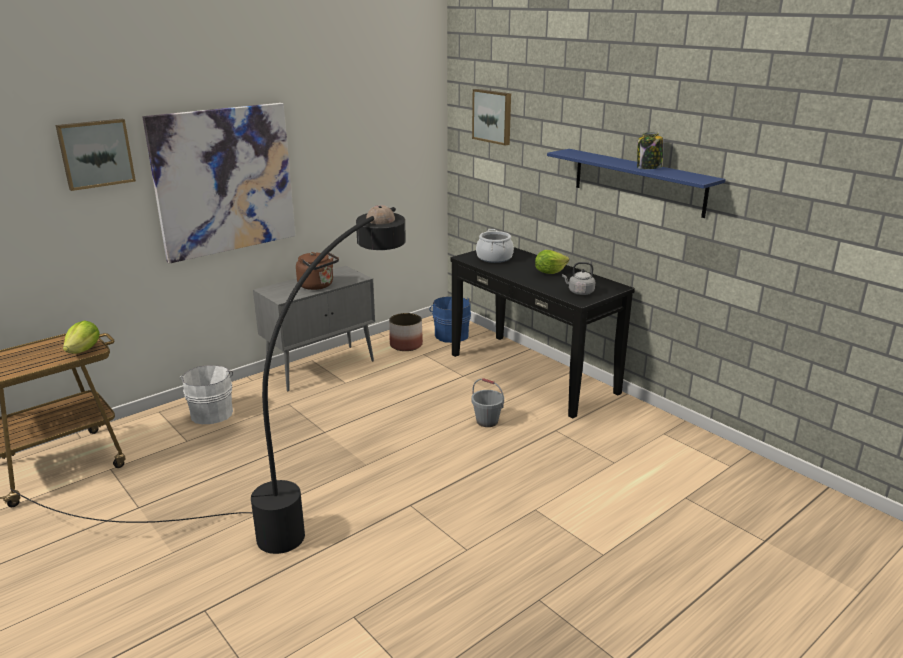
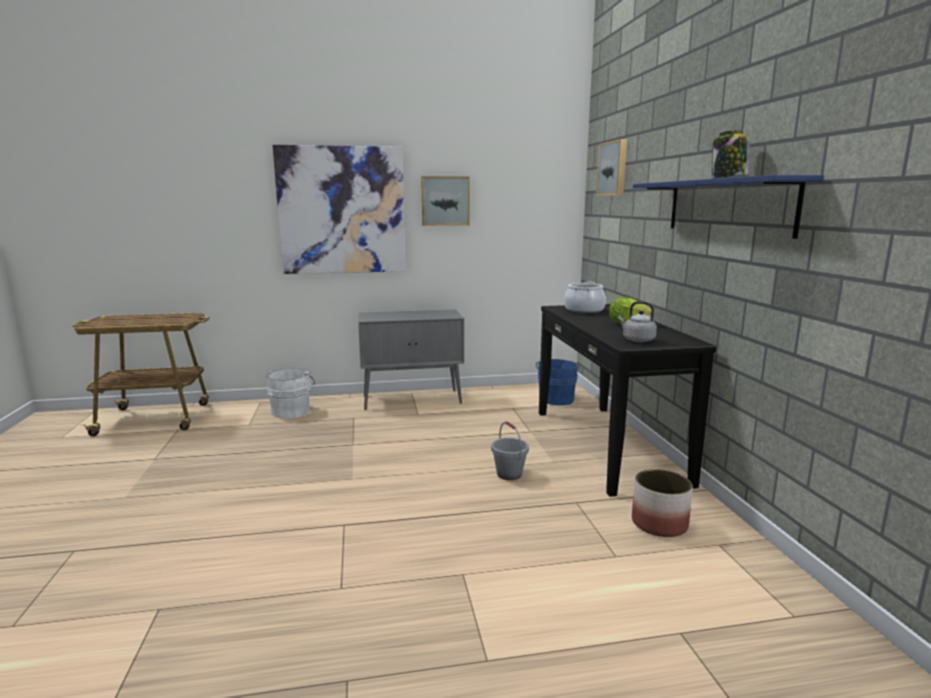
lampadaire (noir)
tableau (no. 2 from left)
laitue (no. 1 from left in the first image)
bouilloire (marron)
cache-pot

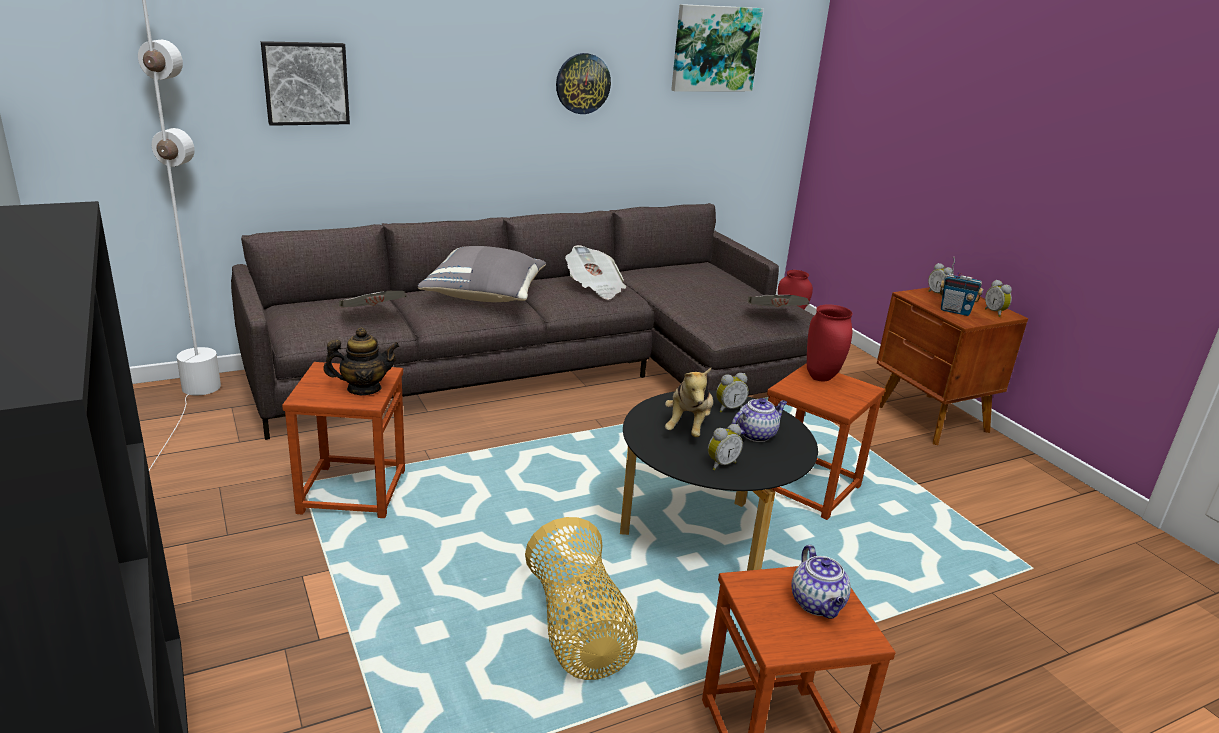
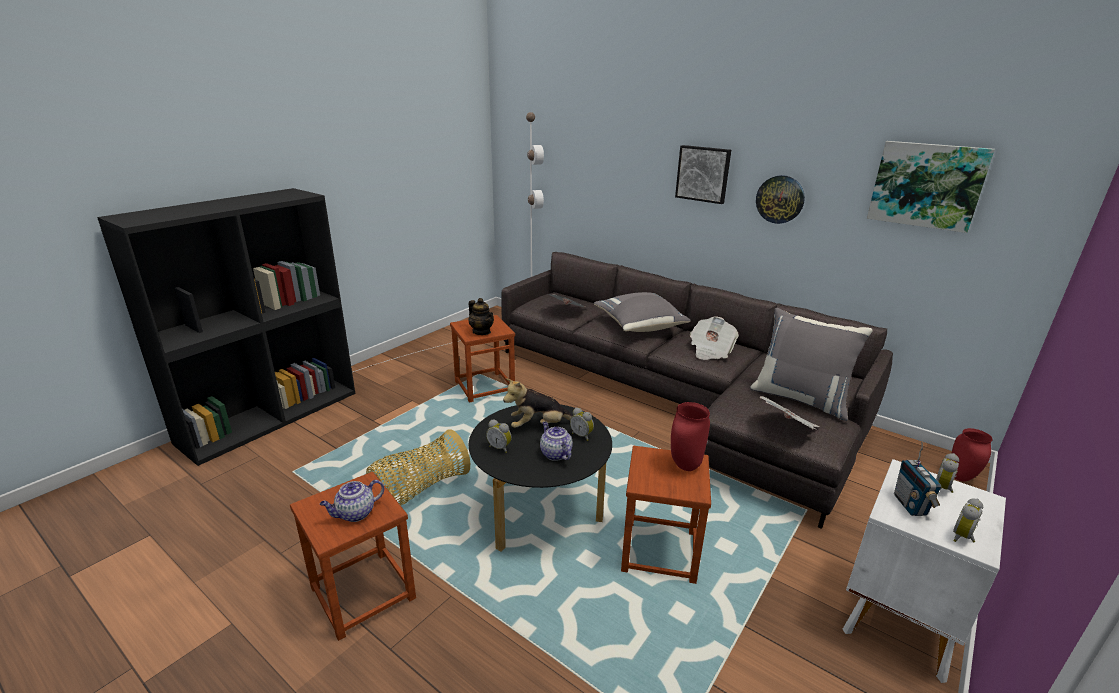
tableau (no. 1 from left)
théière (no. 3 from left)
table de chevet (blanc)
coussin (gris) (no. 2 from left)

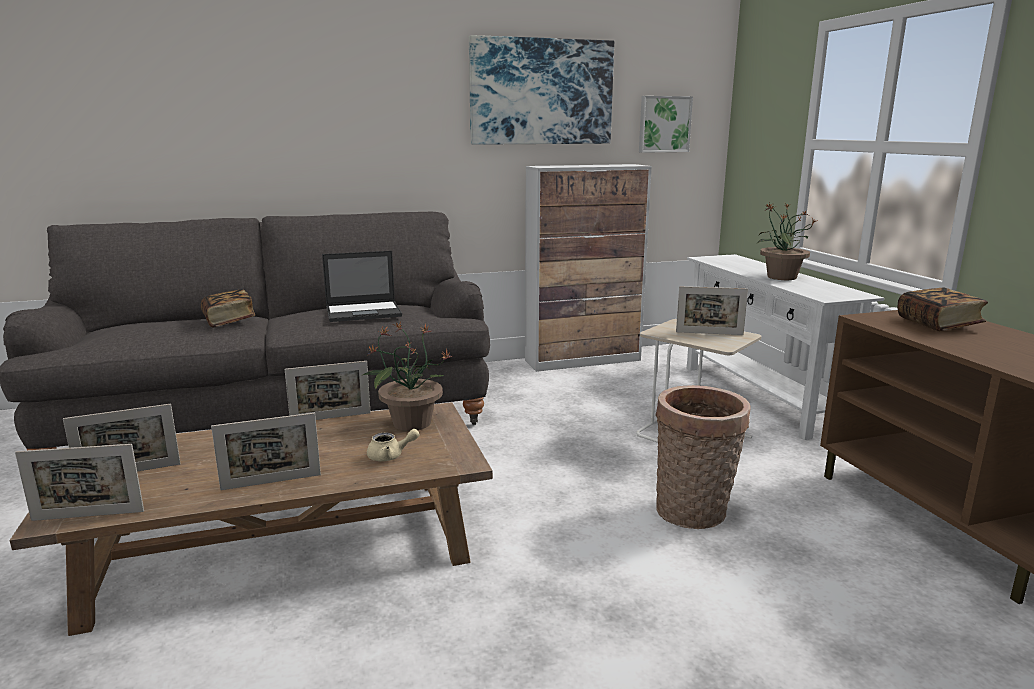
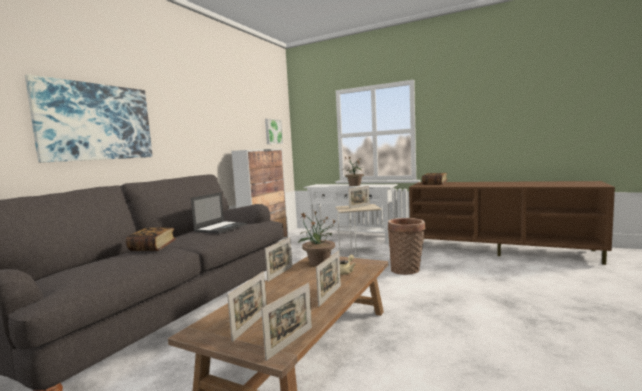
tableau (no. 1 from left)

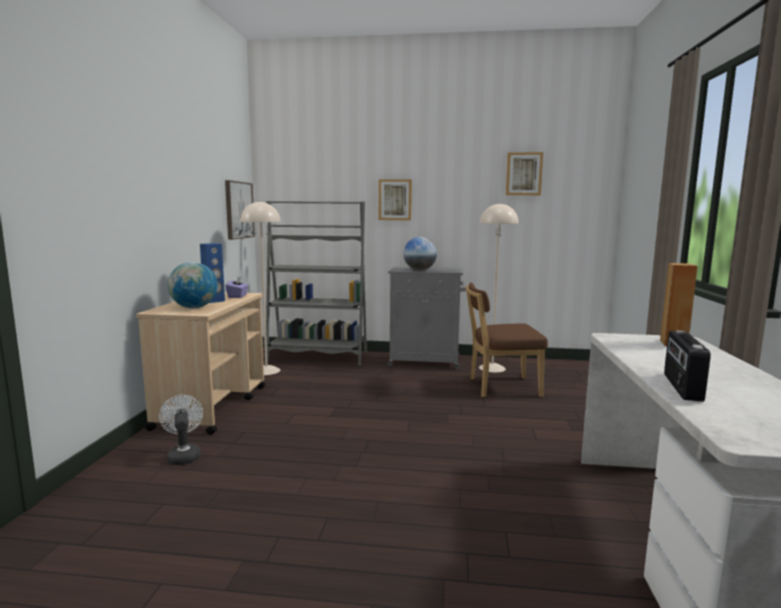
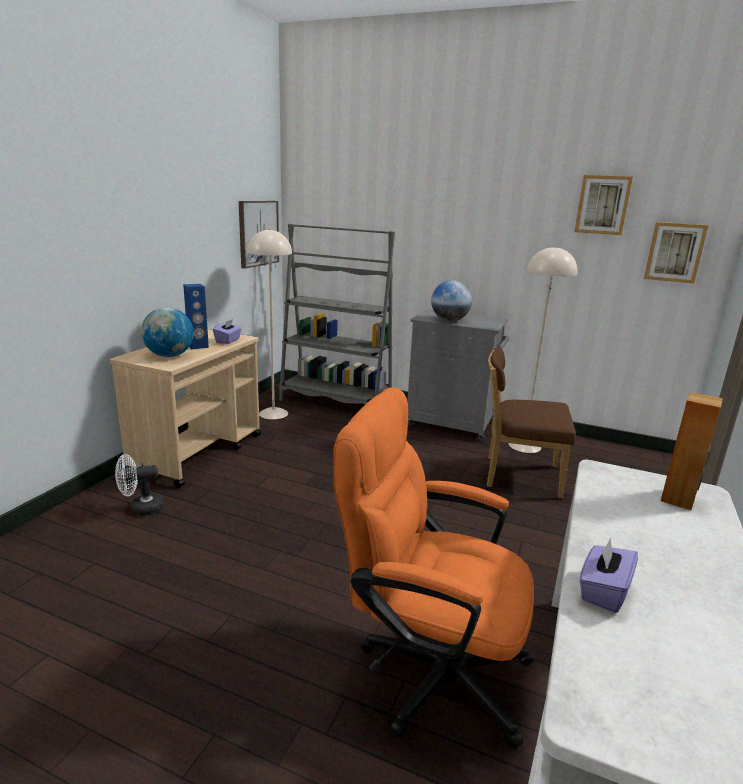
ventilateur (blanc)
tableau (no. 3 from left)
boîte à mouchoirs (violet) (no. 2 from left)
chaise de bureau (orange)

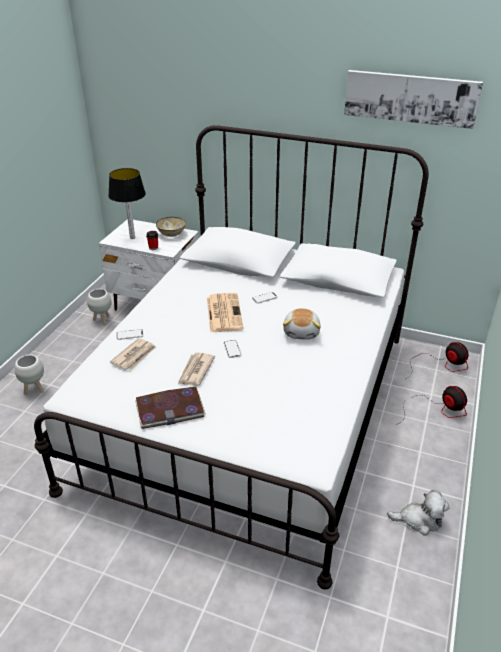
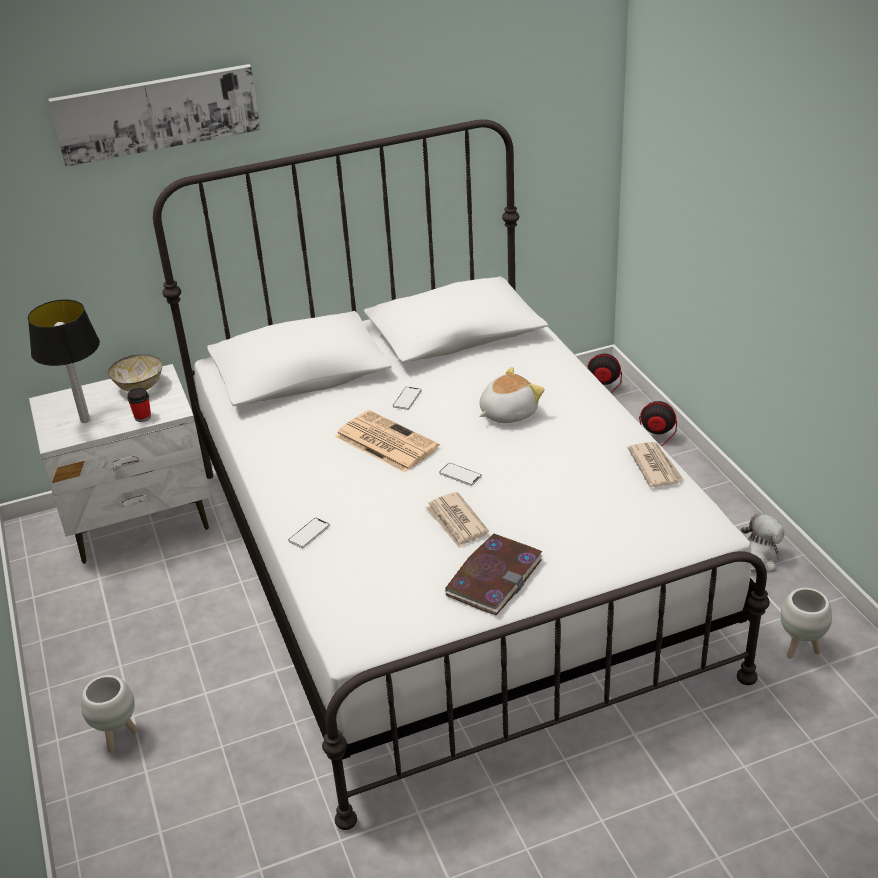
cache-pot (blanc) (no. 2 from left)
journal (no. 3 from left)
peluche (no. 1 from left)
tableau

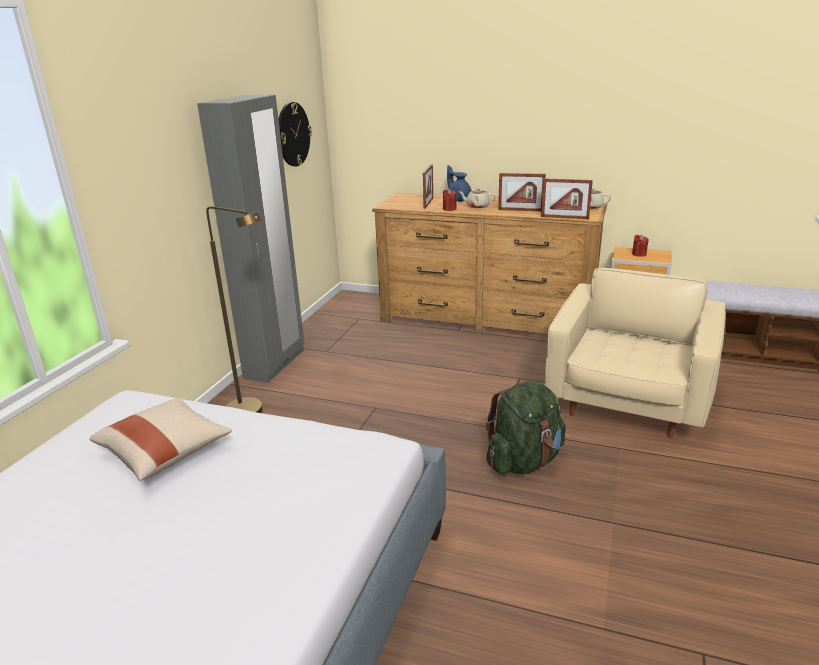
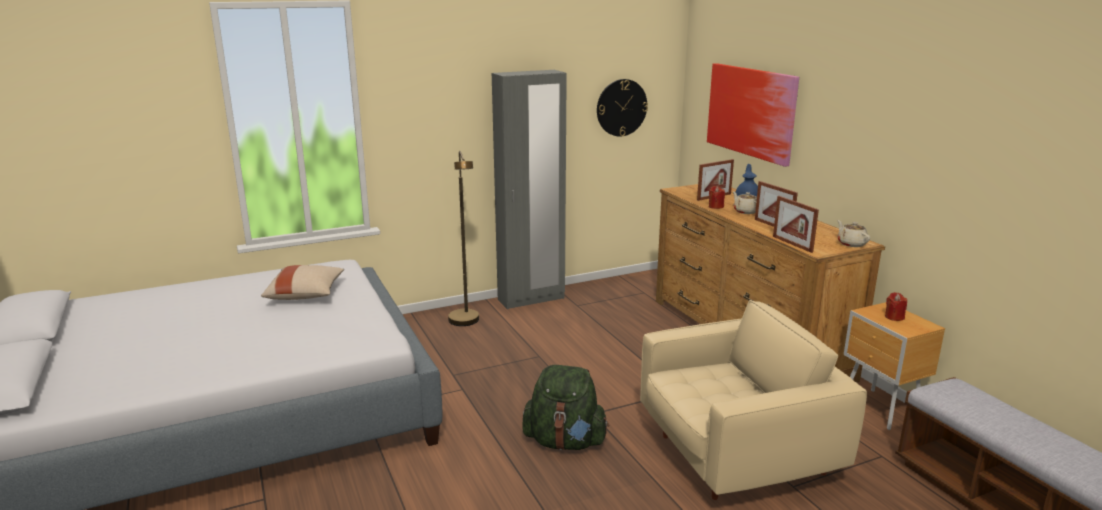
tableau

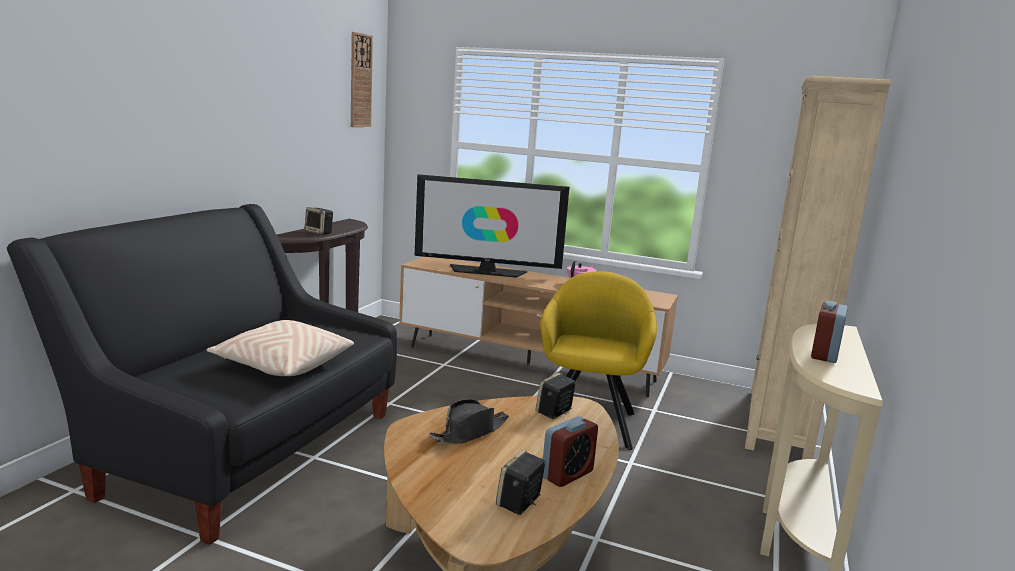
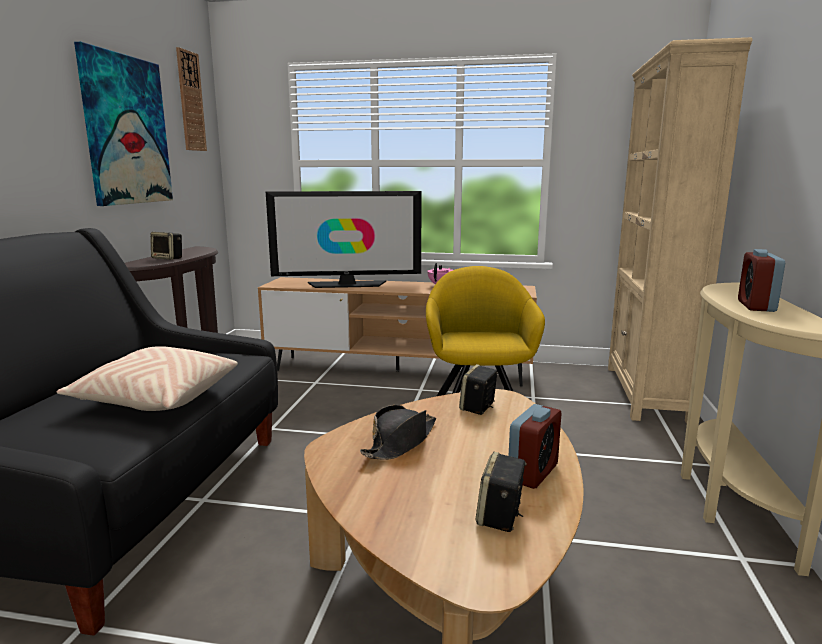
tableau

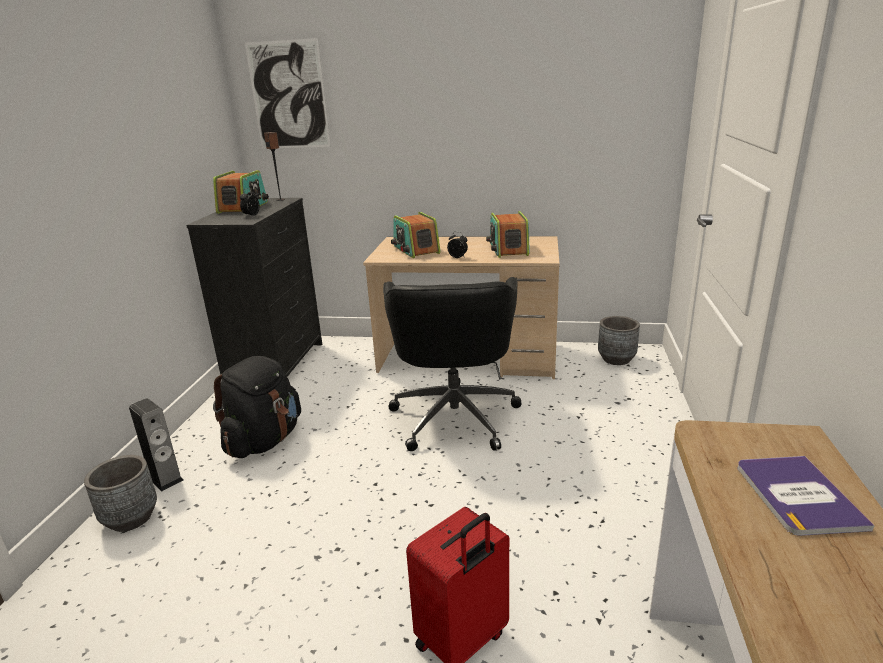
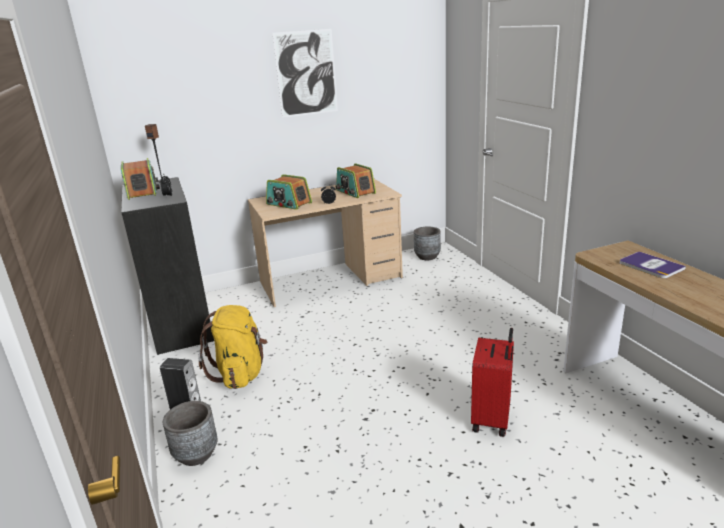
sac à dos (jaune)
tableau
chaise de bureau (noir)

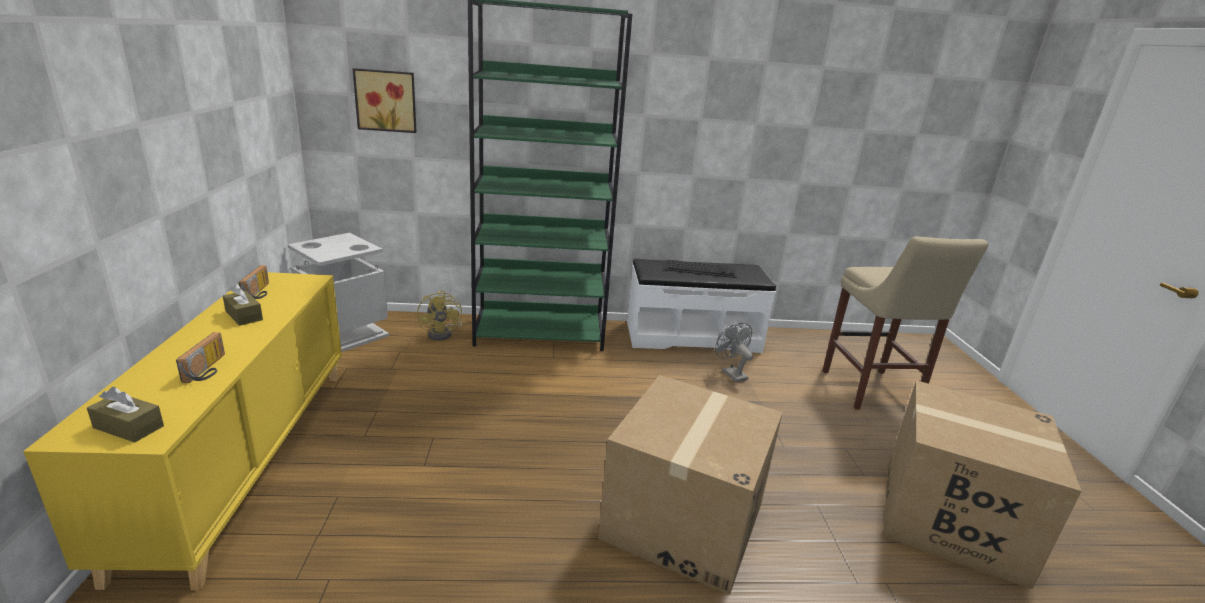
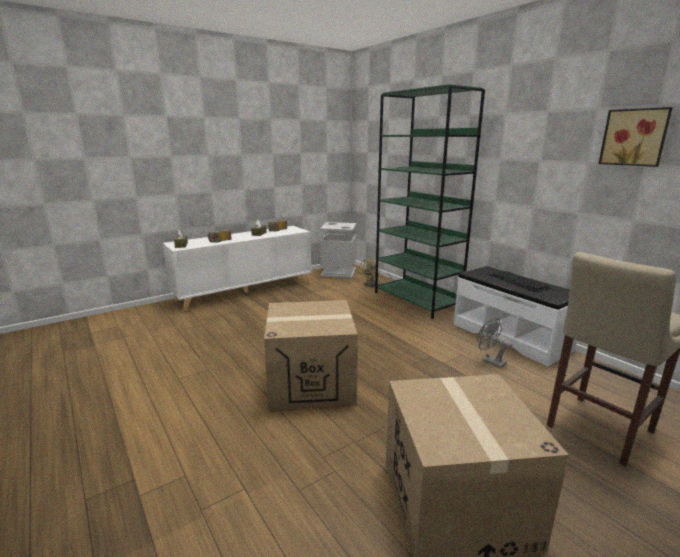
meuble de rangement (blanc)
tableau
ventilateur (gris)

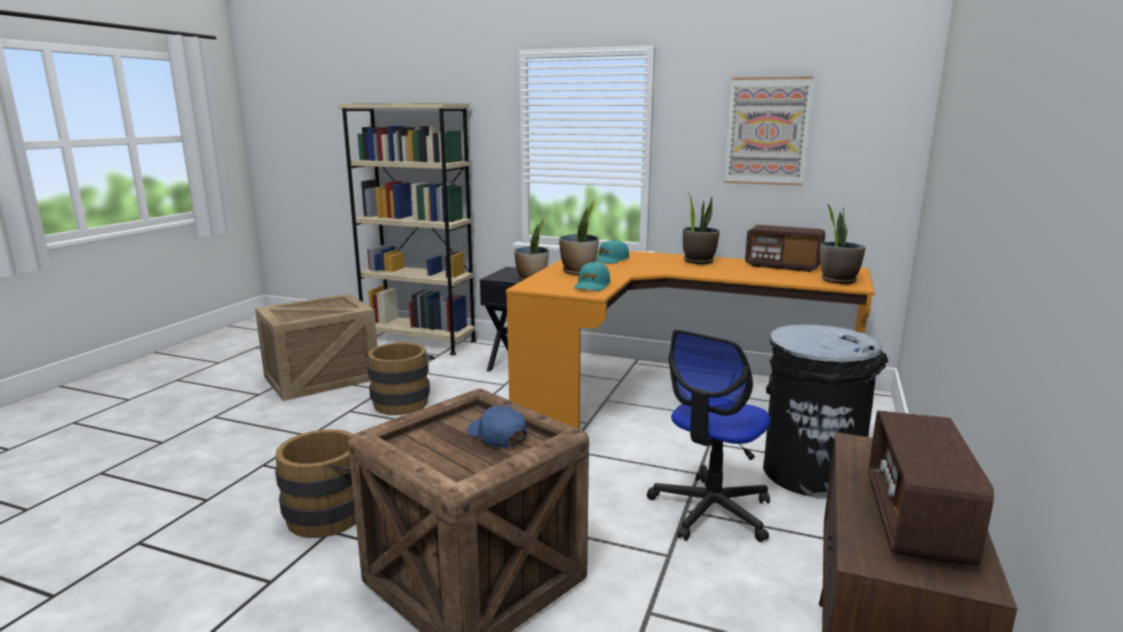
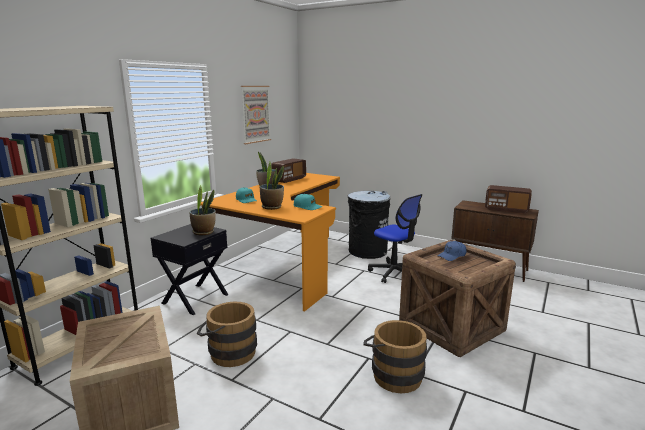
plante en pot (no. 4 from left in the first image)

